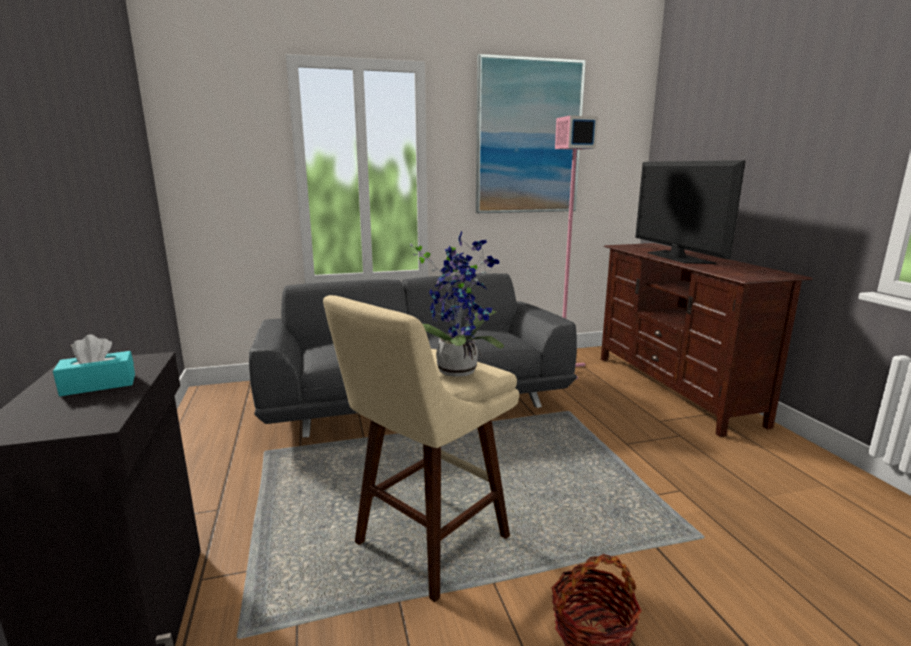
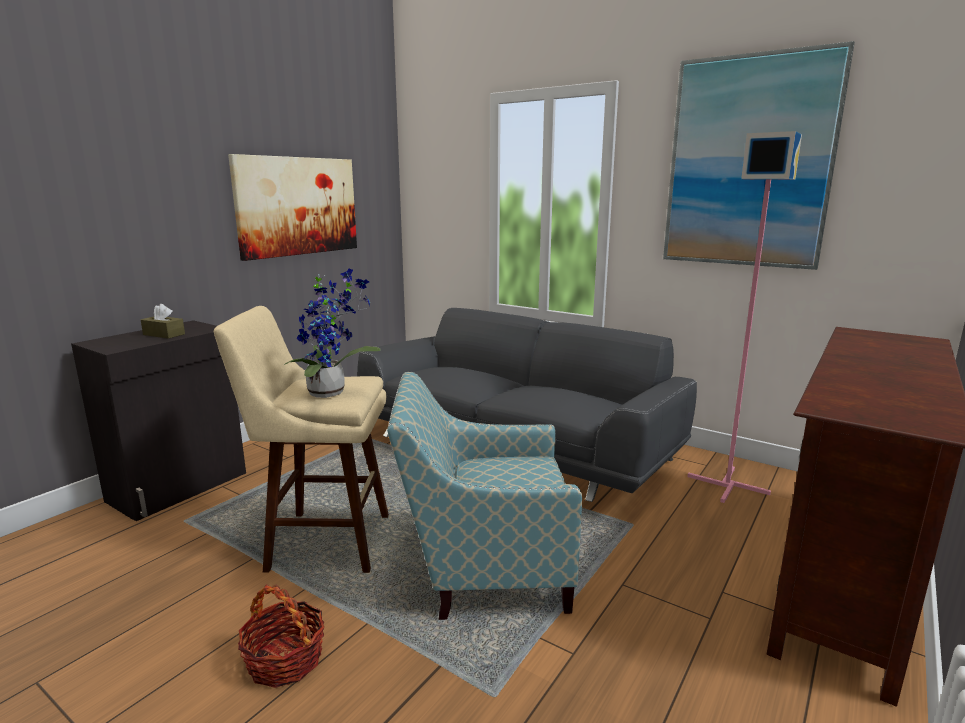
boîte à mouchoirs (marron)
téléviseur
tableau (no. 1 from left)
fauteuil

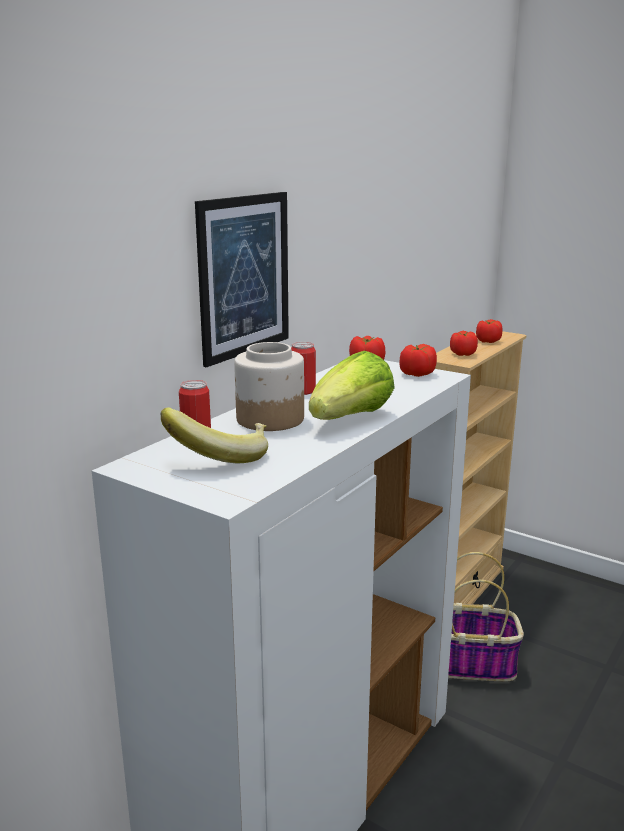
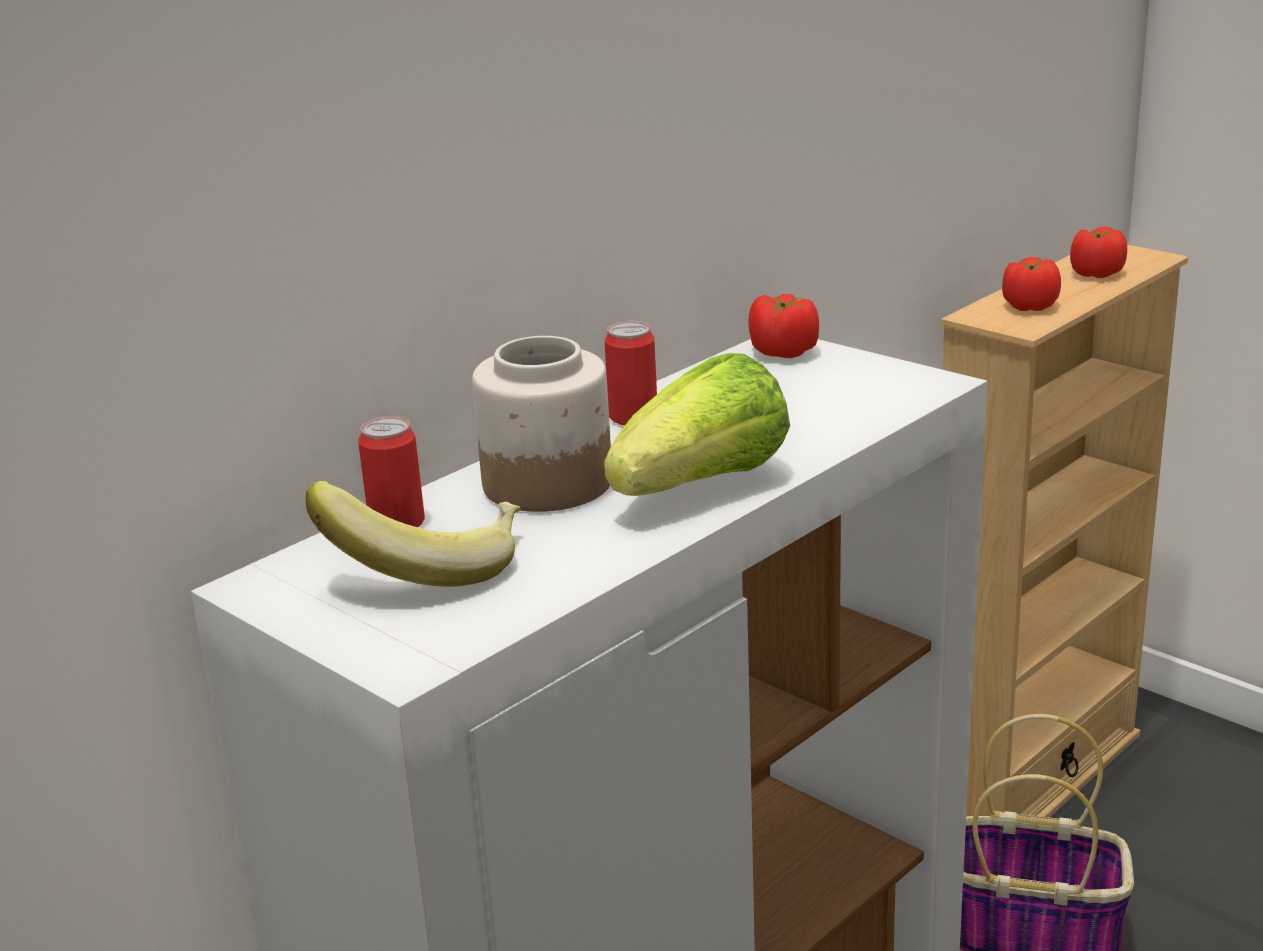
tableau
tomate (no. 2 from left in the first image)

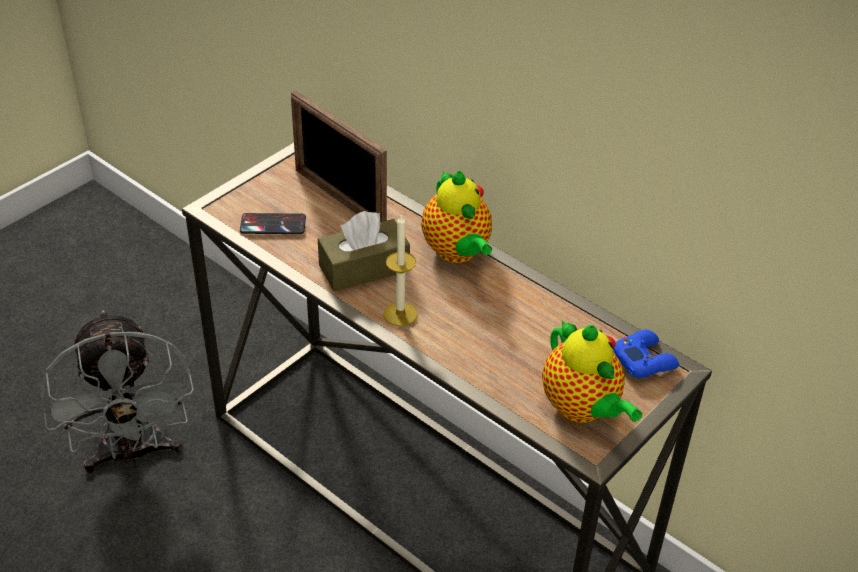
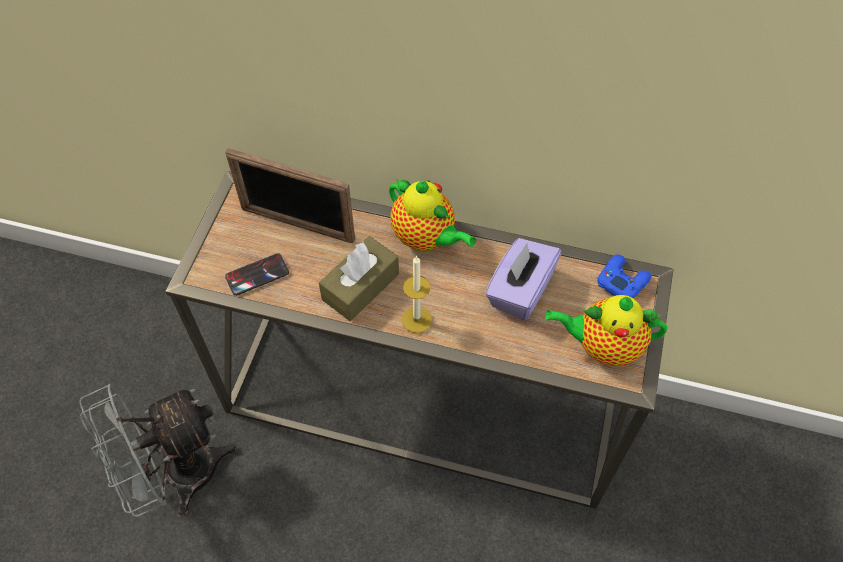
ventilateur (gris)
théière (no. 2 from left)
boîte à mouchoirs (violet)

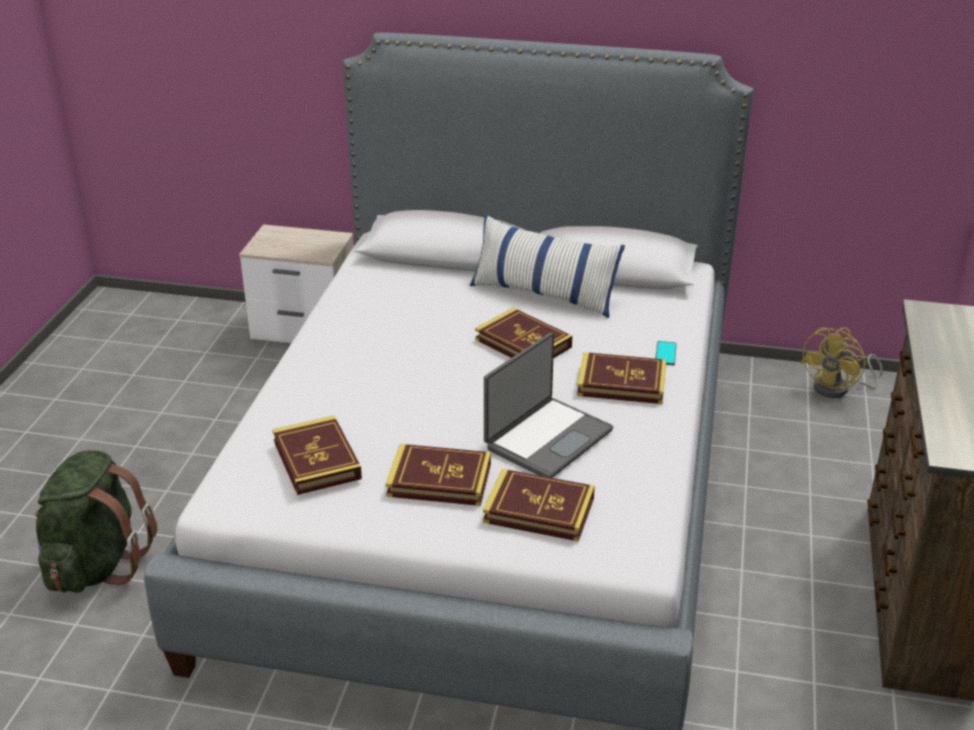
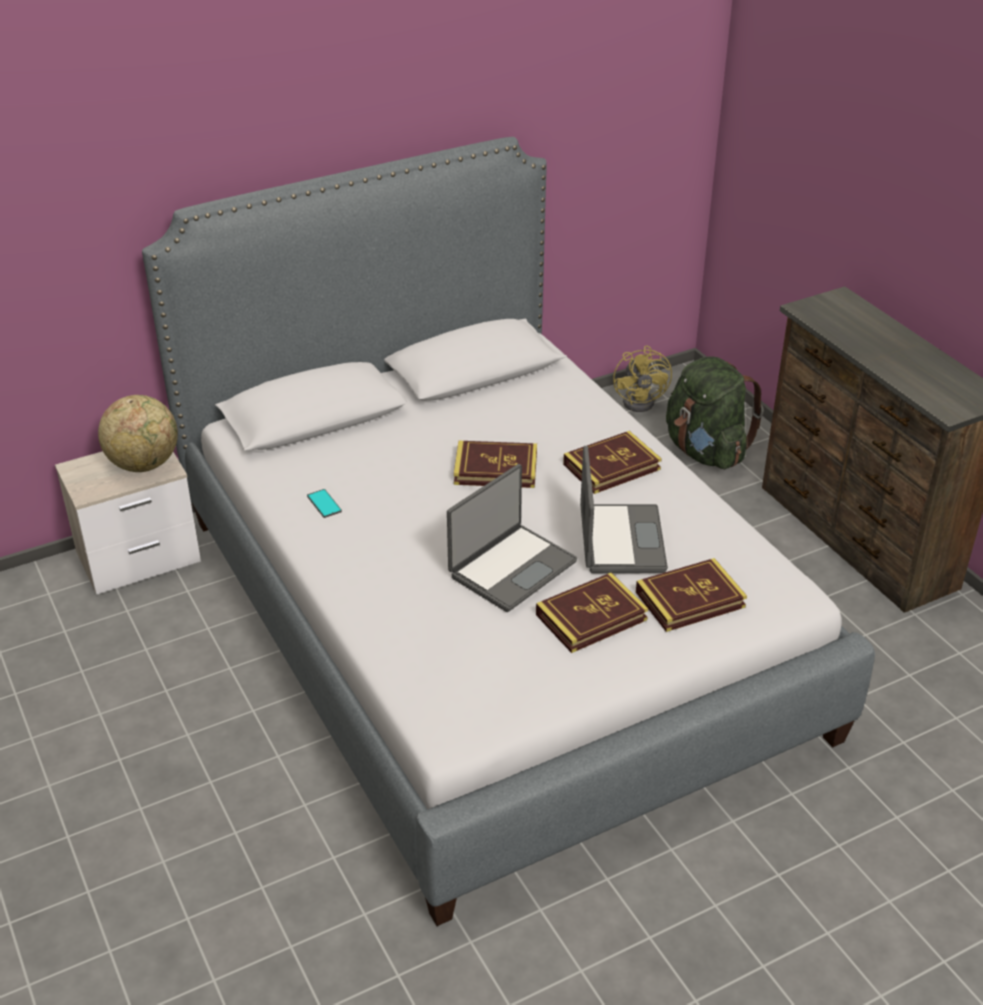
sac à dos (vert)
livre (no. 1 from left in the first image)
coussin
téléphone
globe
ordinateur portable (no. 1 from left)

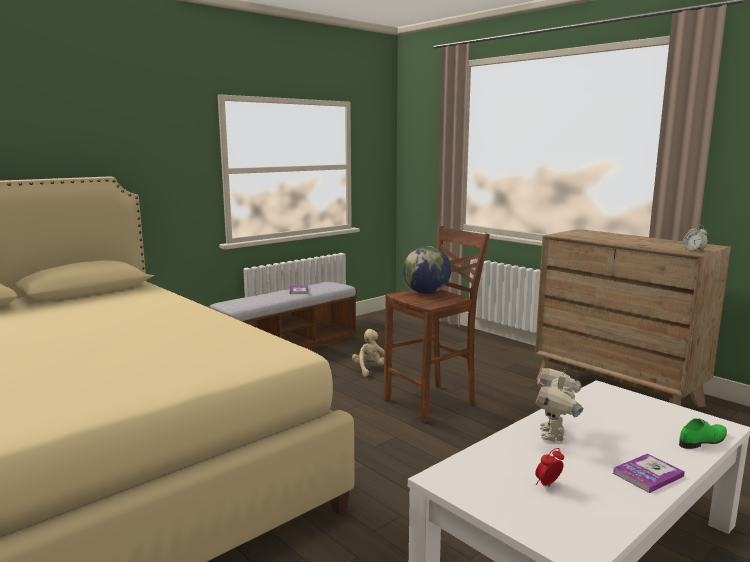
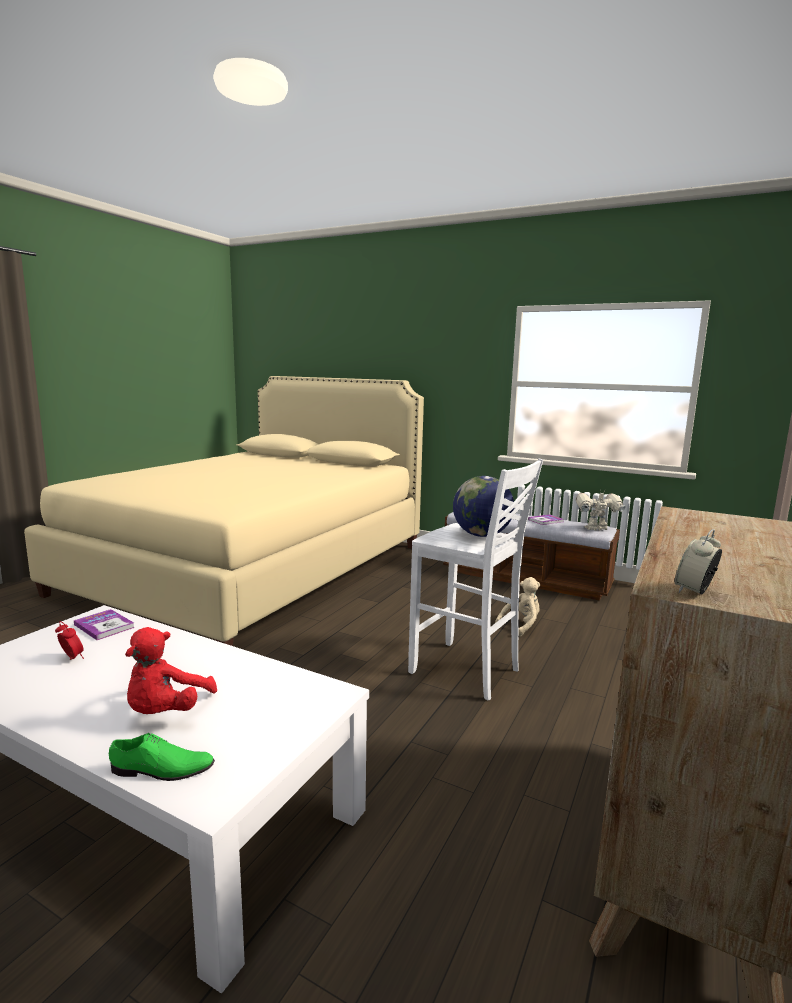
tabouret (blanc)
robot jouet
livre (no. 1 from left)
chaussure (vert)
peluche (rouge)

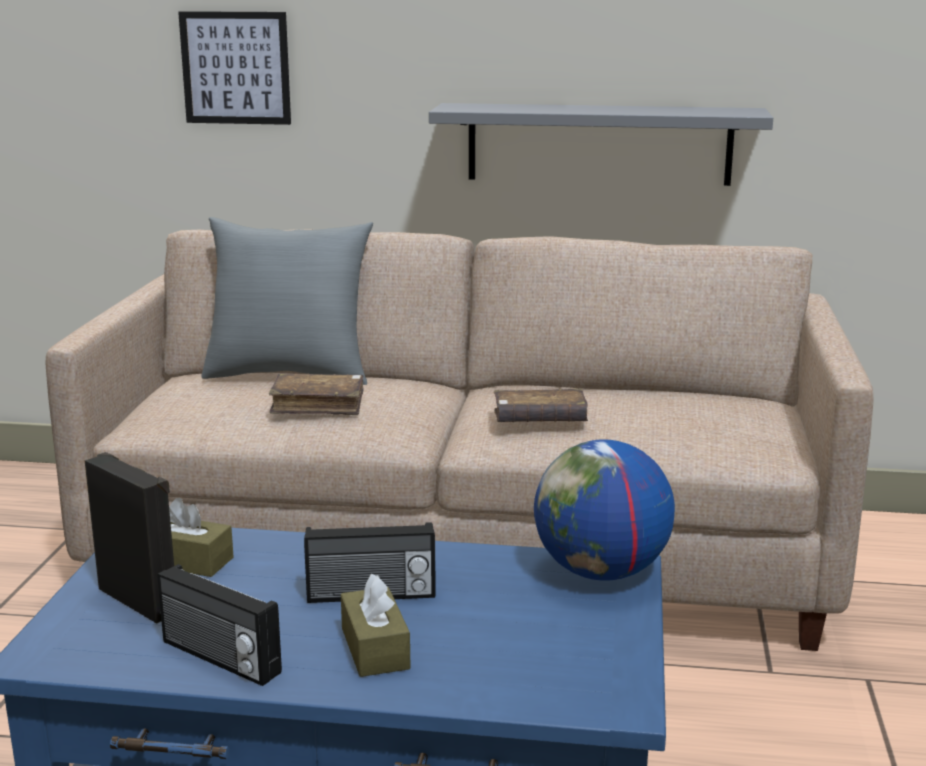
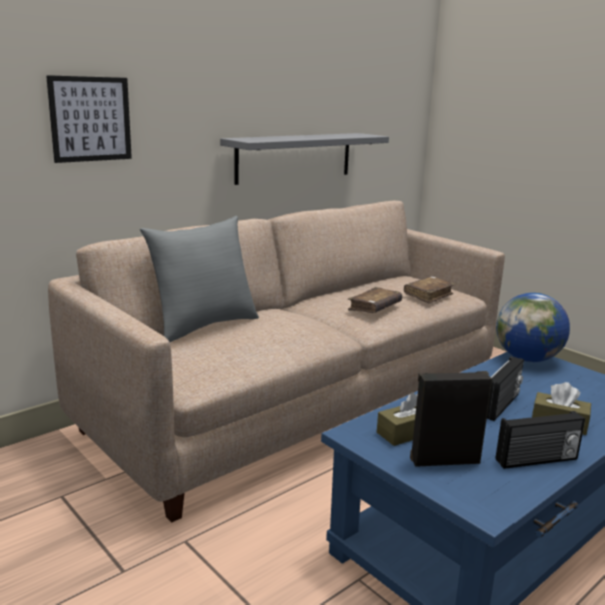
livre (marron) (no. 2 from left)

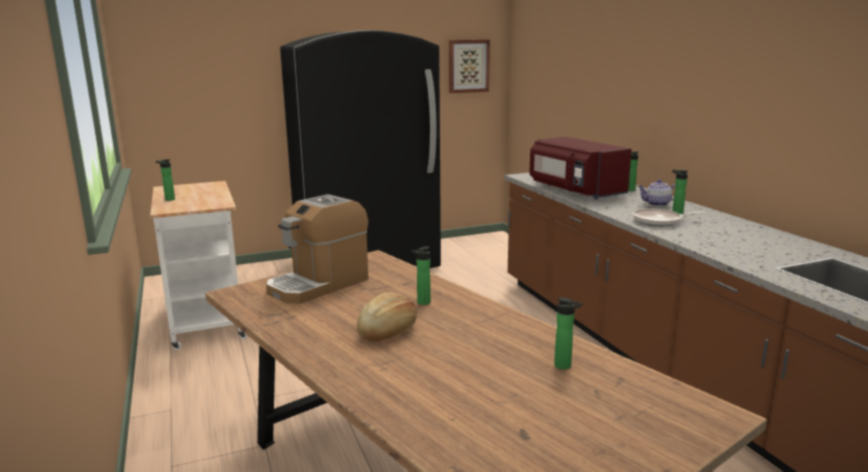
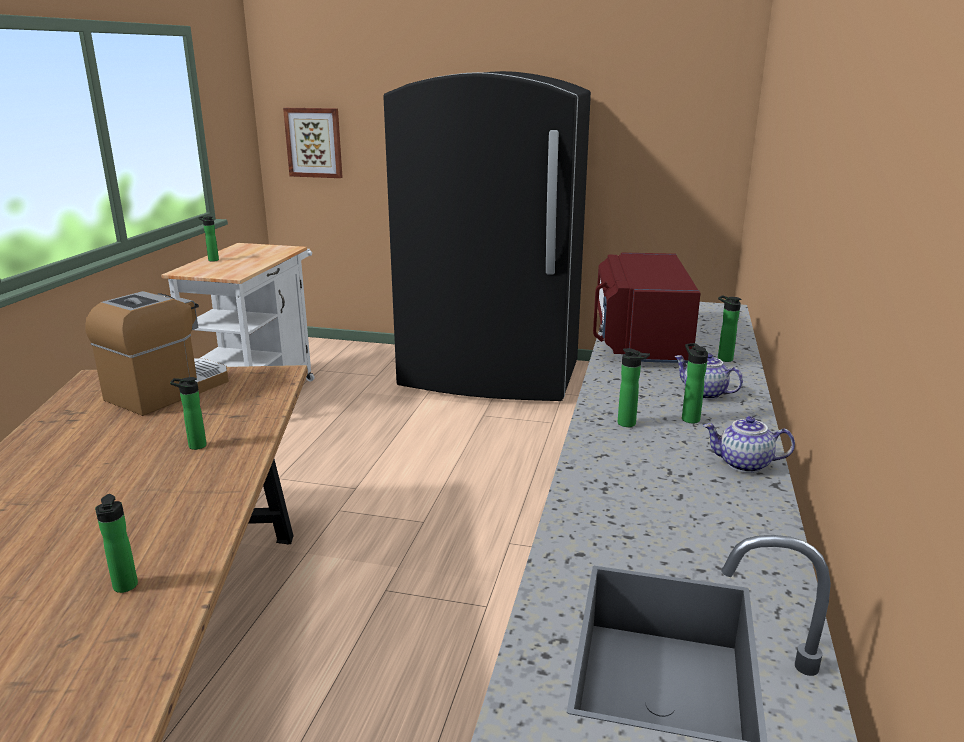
machine à café
pain
tableau
bouteille (no. 4 from left)
théière (no. 2 from left)

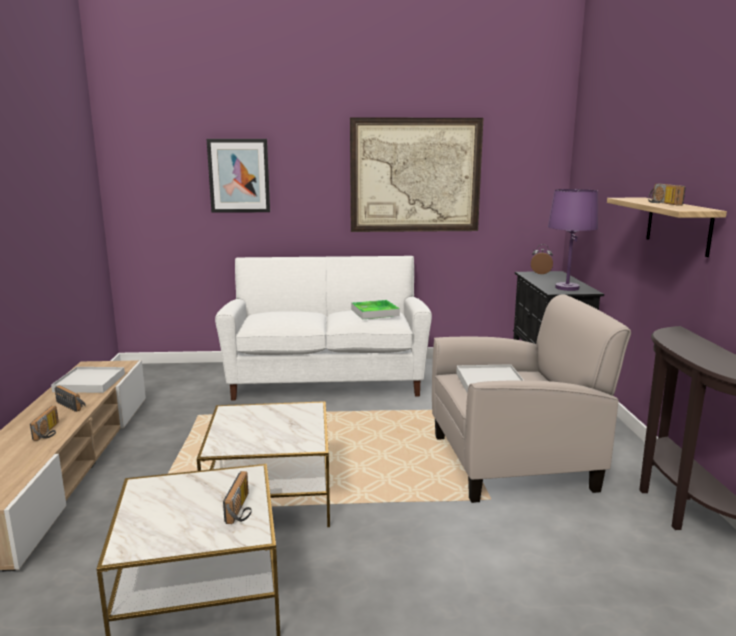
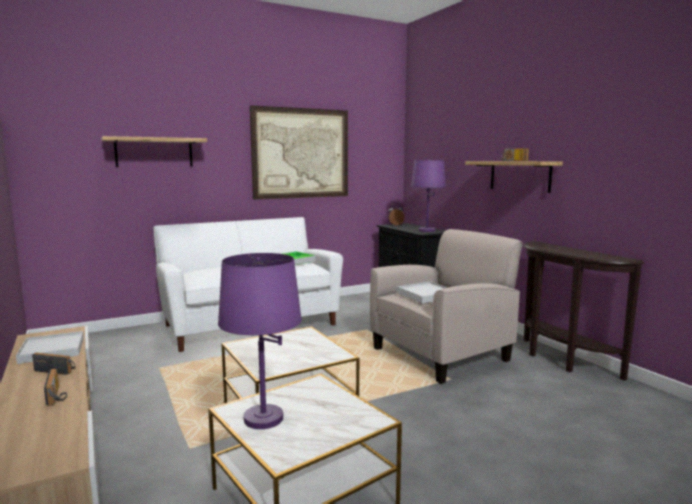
étagère (no. 1 from left)
radio (no. 3 from left in the first image)
lampe de table (violet) (no. 1 from left)

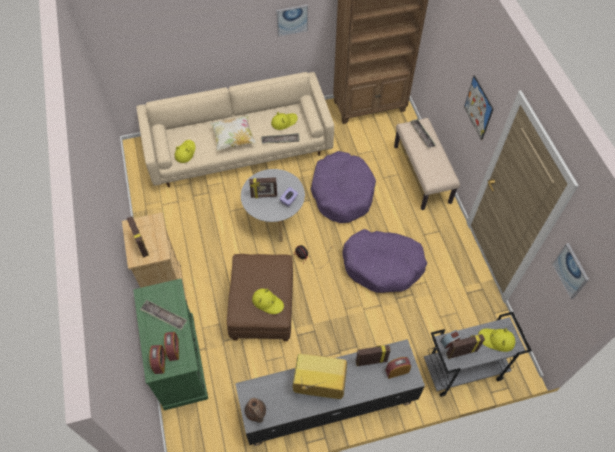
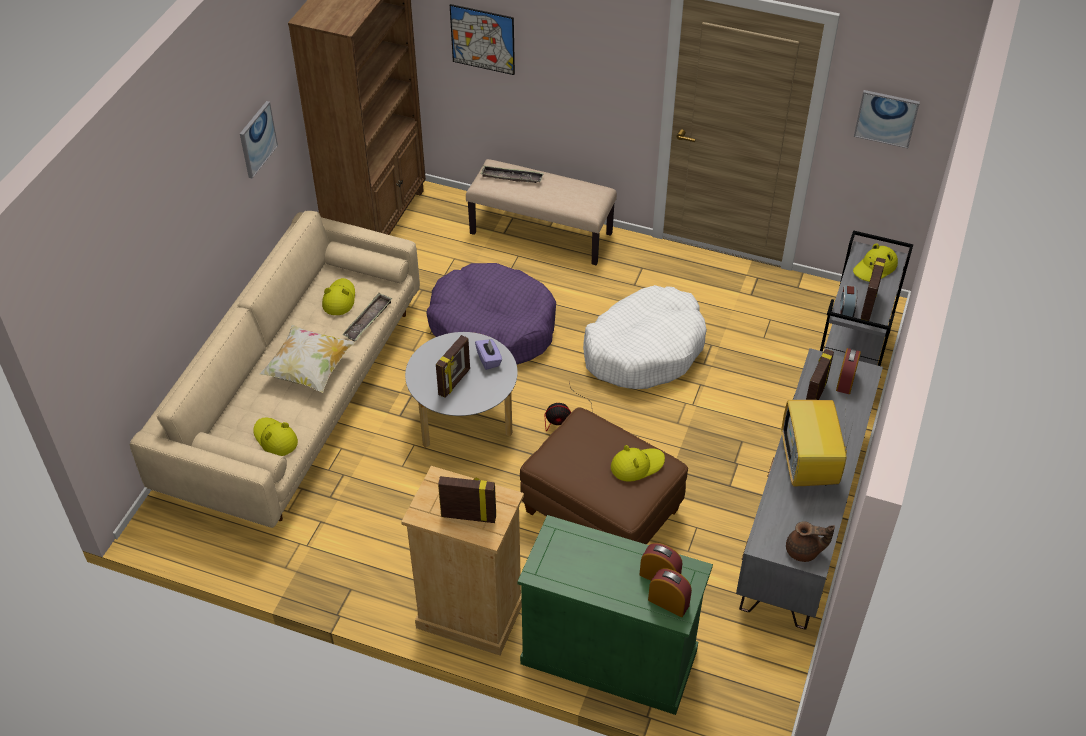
plateau (no. 1 from left in the first image)
téléviseur
panier pour chien (blanc)
tableau (no. 2 from left)

